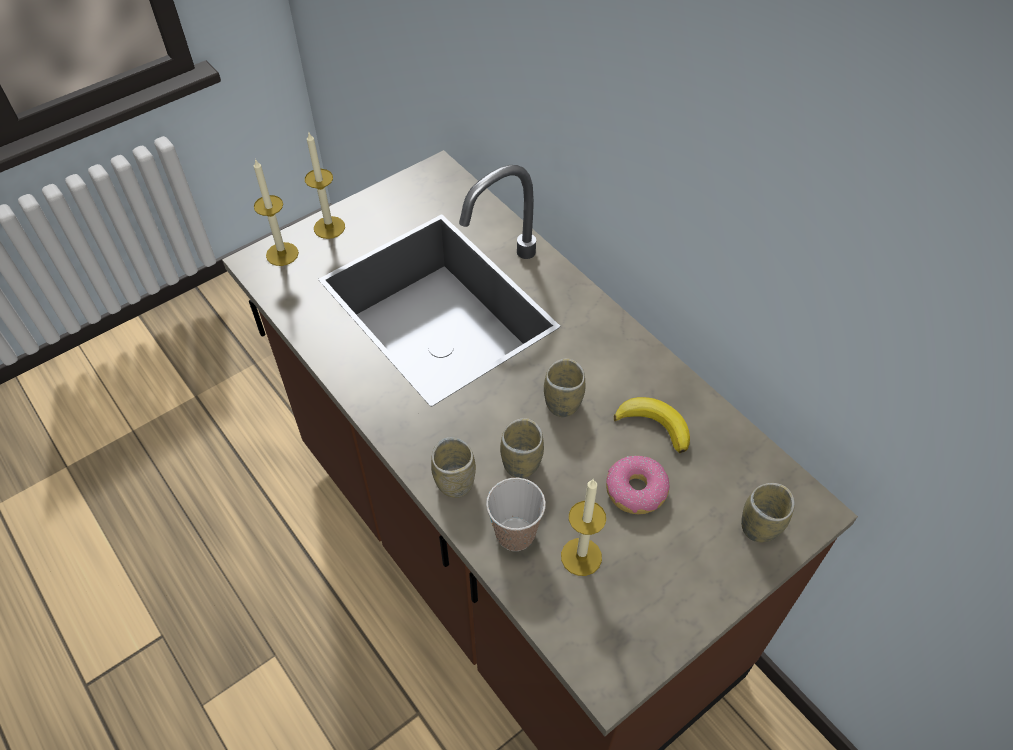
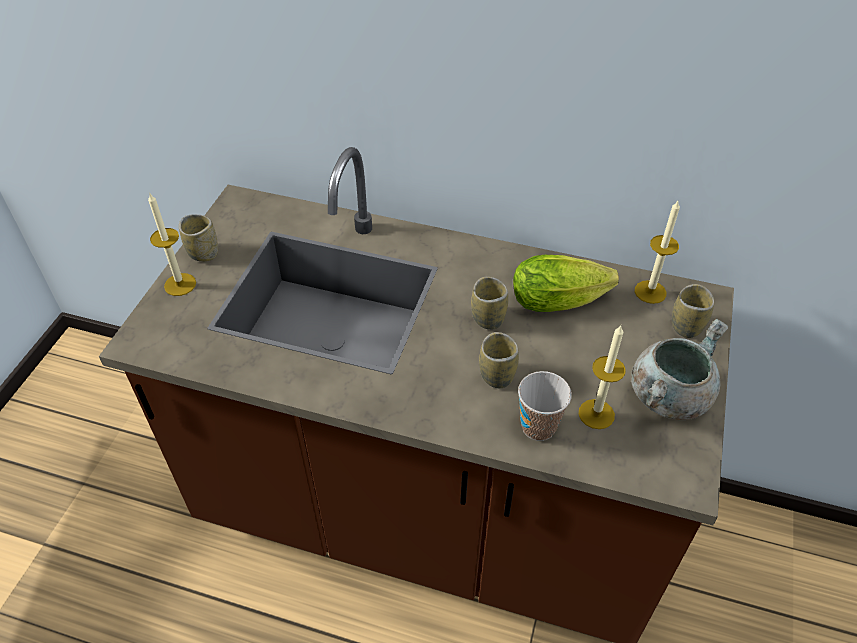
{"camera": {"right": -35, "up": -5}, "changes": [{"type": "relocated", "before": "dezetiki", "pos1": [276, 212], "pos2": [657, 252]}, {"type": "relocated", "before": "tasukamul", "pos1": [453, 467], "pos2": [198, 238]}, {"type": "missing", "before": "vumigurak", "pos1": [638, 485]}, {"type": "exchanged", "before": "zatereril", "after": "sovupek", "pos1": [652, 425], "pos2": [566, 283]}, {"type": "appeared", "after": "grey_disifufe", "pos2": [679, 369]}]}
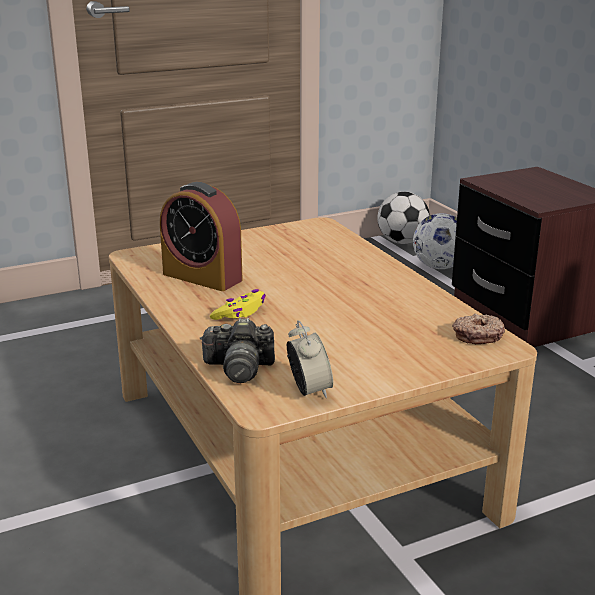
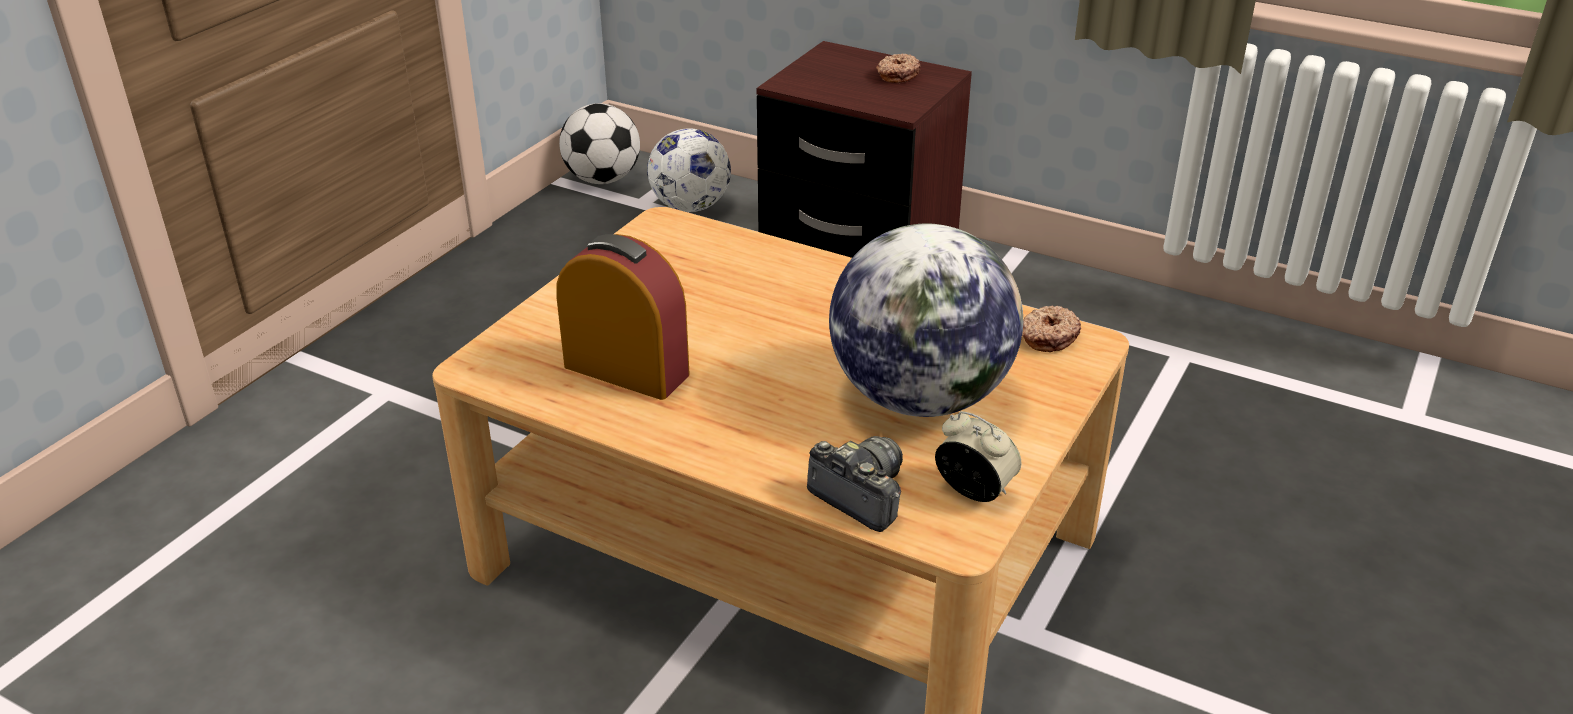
{"camera": {"right": -35, "up": 10}, "changes": [{"type": "spun", "before": "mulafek", "pos1": [201, 236], "pos2": [623, 317], "turn": -150}, {"type": "spun", "before": "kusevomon", "pos1": [237, 350], "pos2": [855, 484], "turn": -105}, {"type": "missing", "before": "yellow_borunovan", "pos1": [238, 304]}, {"type": "appeared", "after": "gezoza", "pos2": [926, 320]}, {"type": "appeared", "after": "vumigurak", "pos2": [898, 68]}]}
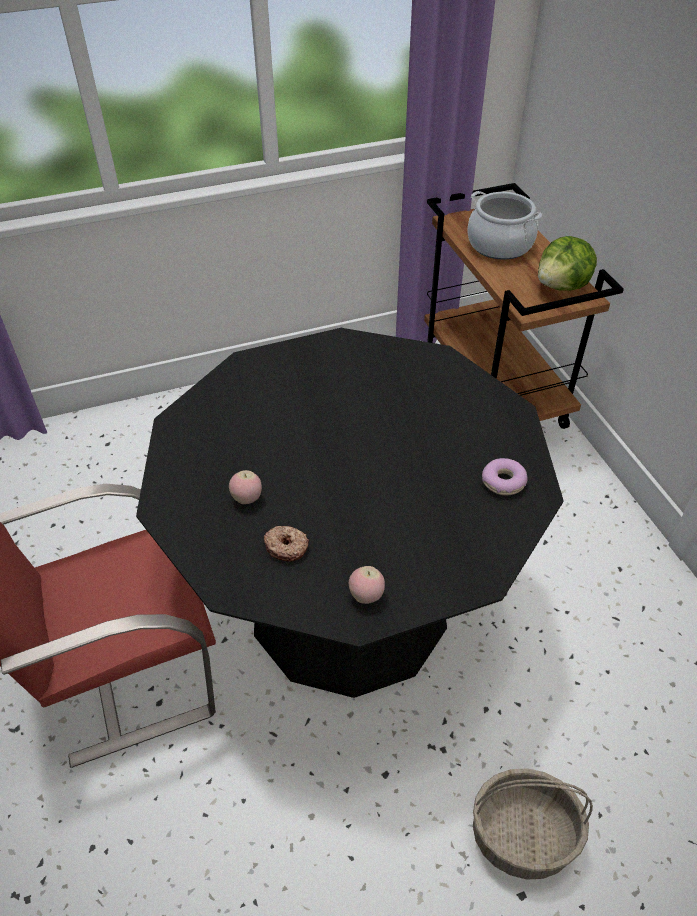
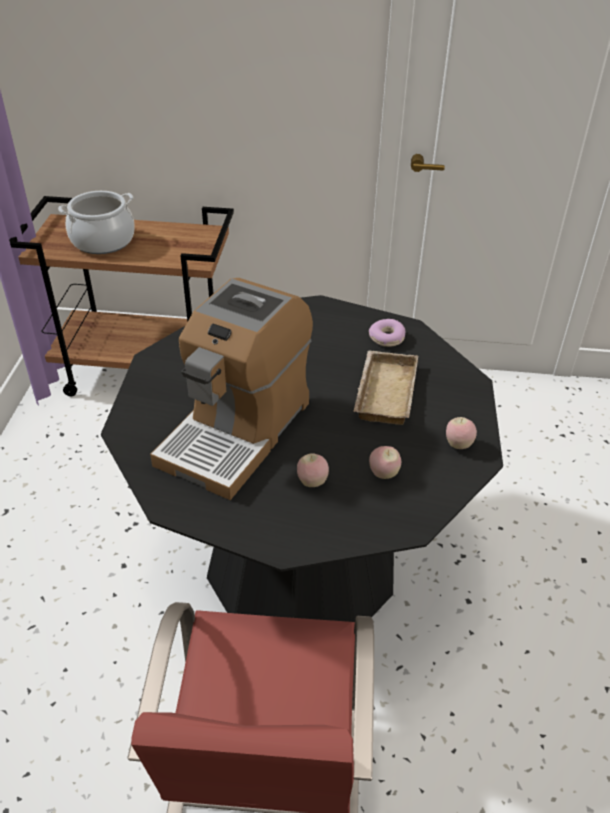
{"camera": {"right": -65, "up": -5}, "changes": [{"type": "exchanged", "before": "vumigurak", "after": "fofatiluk", "pos1": [286, 544], "pos2": [385, 462]}, {"type": "missing", "before": "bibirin", "pos1": [533, 823]}, {"type": "missing", "before": "sovupek", "pos1": [567, 263]}, {"type": "appeared", "after": "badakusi", "pos2": [231, 389]}, {"type": "appeared", "after": "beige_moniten", "pos2": [385, 387]}]}
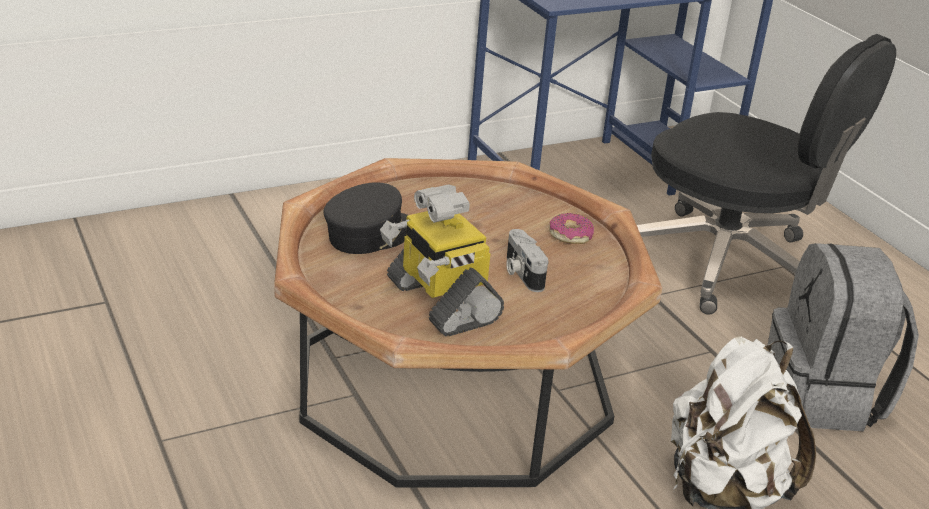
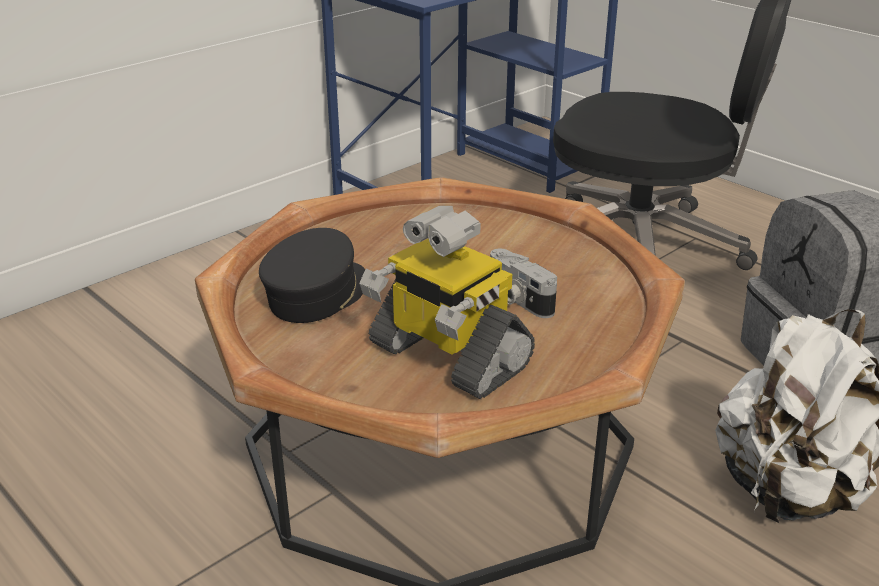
{"camera": {"right": -15, "up": 0}, "changes": [{"type": "missing", "before": "vumigurak", "pos1": [571, 228]}]}
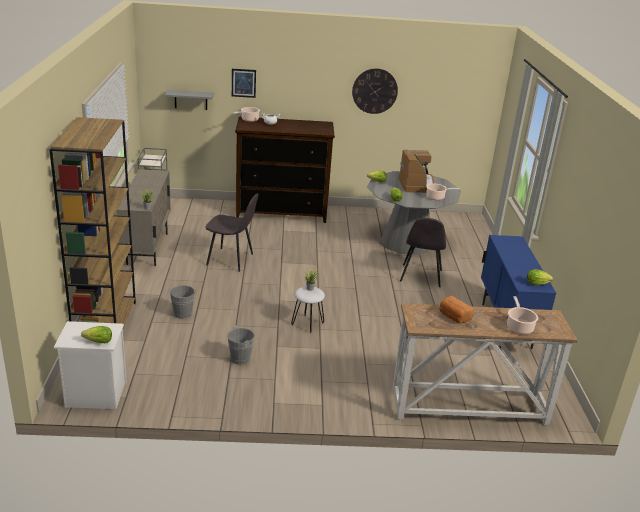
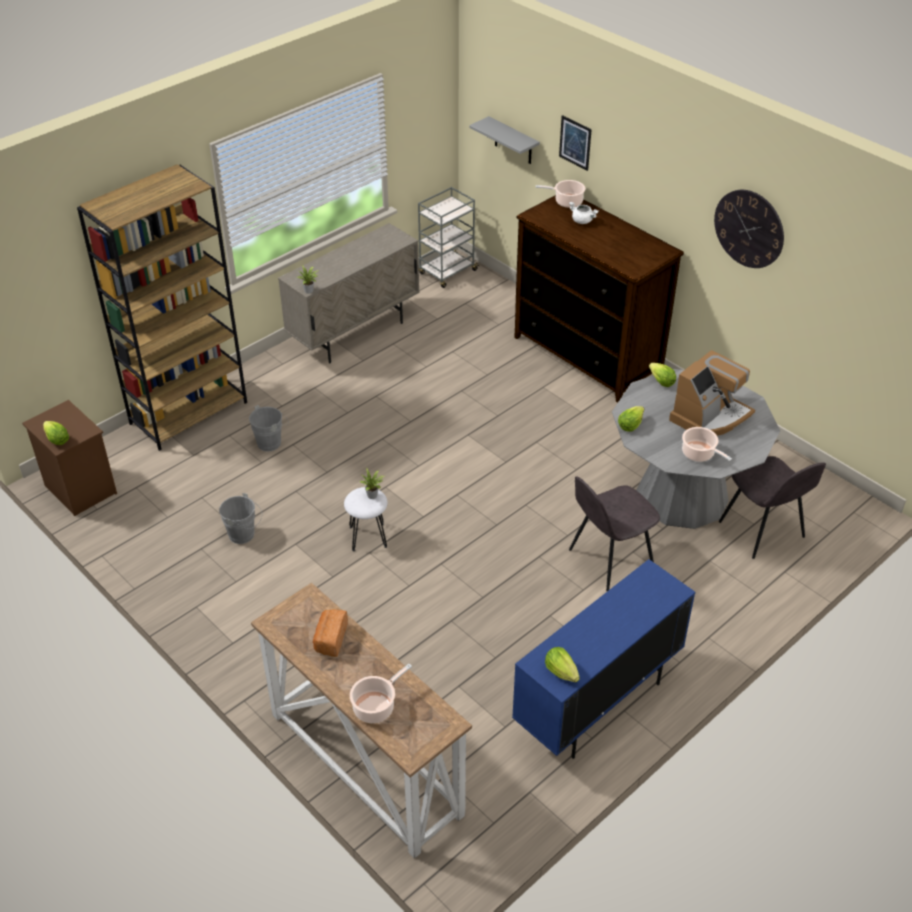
{"camera": {"right": 50, "up": 15}, "changes": [{"type": "colour", "before": "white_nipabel", "after": "brown_nipabel", "pos1": [90, 365], "pos2": [69, 458]}, {"type": "relocated", "before": "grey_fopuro", "pos1": [232, 232], "pos2": [772, 507]}]}
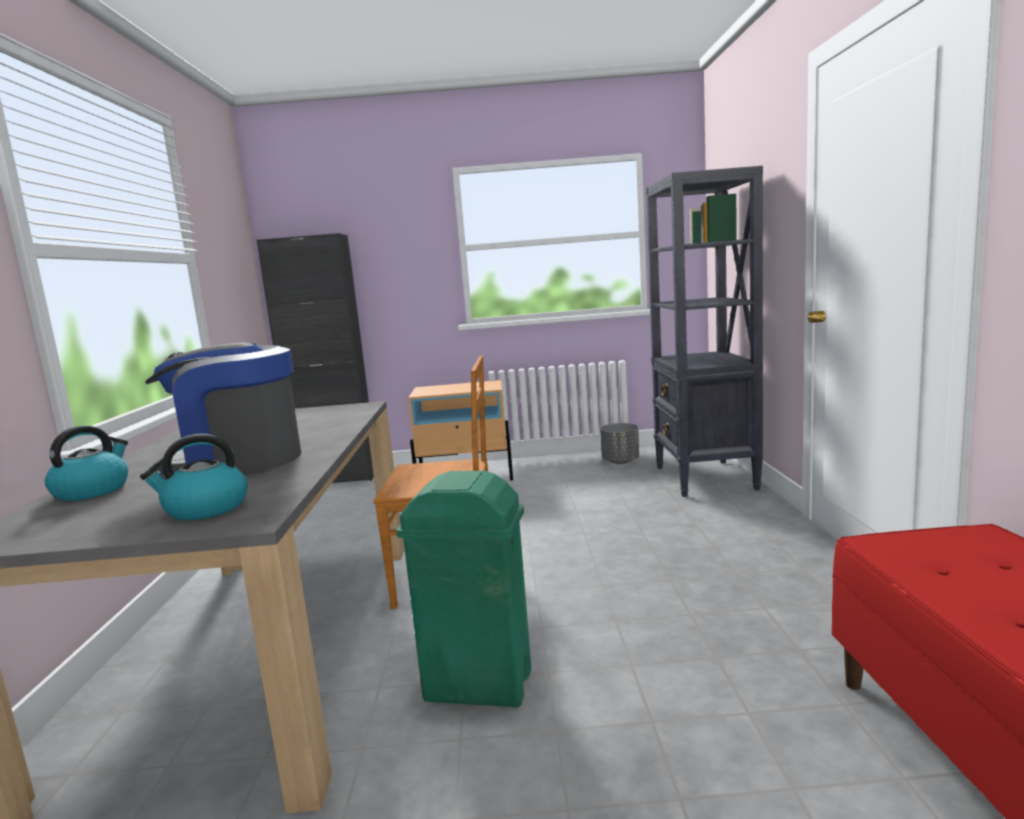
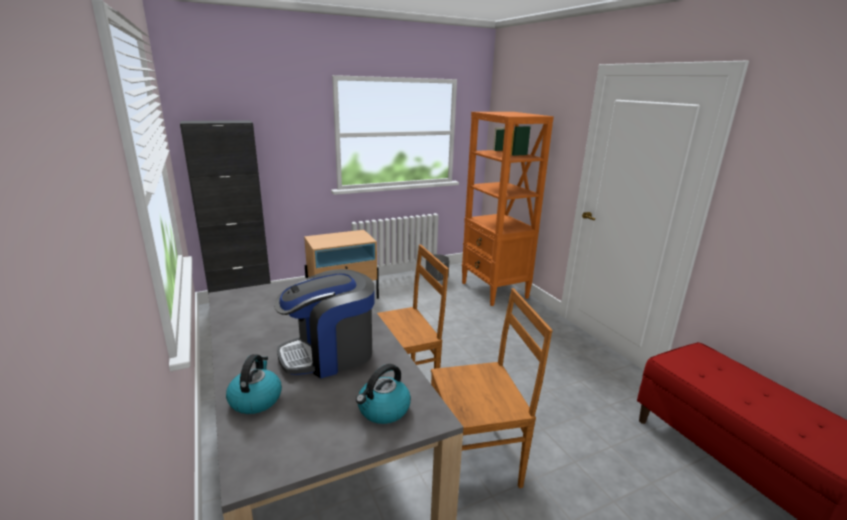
{"camera": {"right": -25, "up": 10}, "changes": [{"type": "exchanged", "before": "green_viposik", "after": "brown_fopuro", "pos1": [463, 589], "pos2": [492, 388]}, {"type": "colour", "before": "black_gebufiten", "after": "orange_gebufiten", "pos1": [704, 331], "pos2": [508, 209]}]}
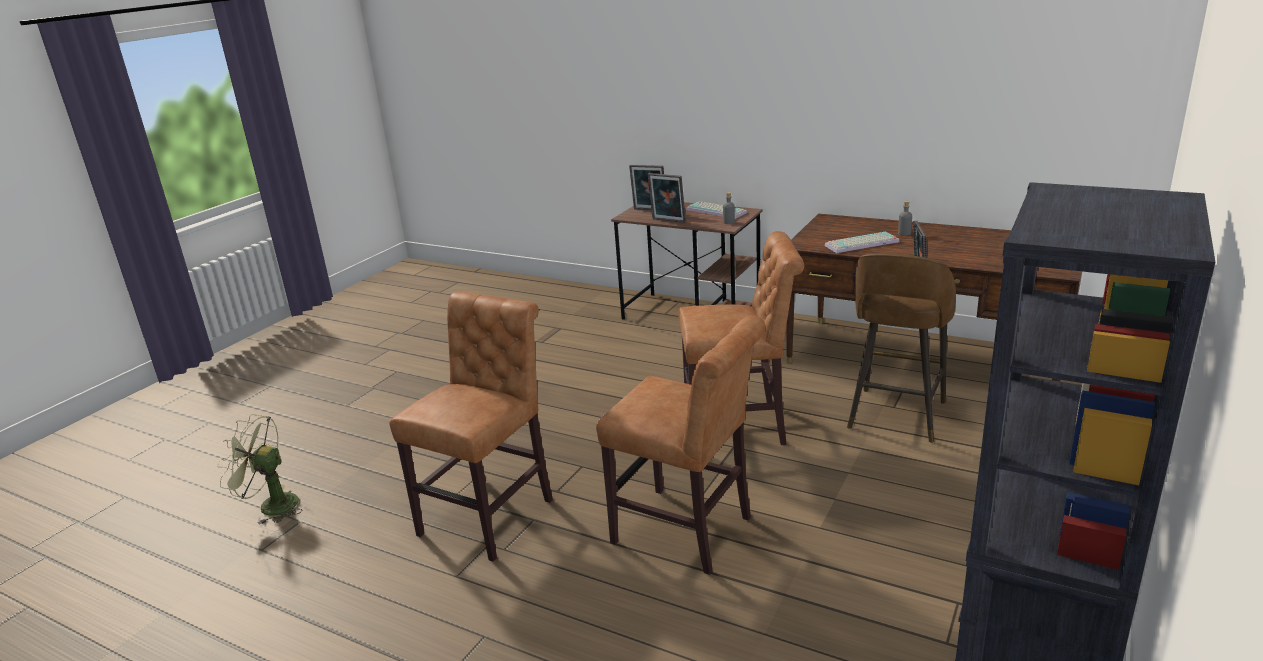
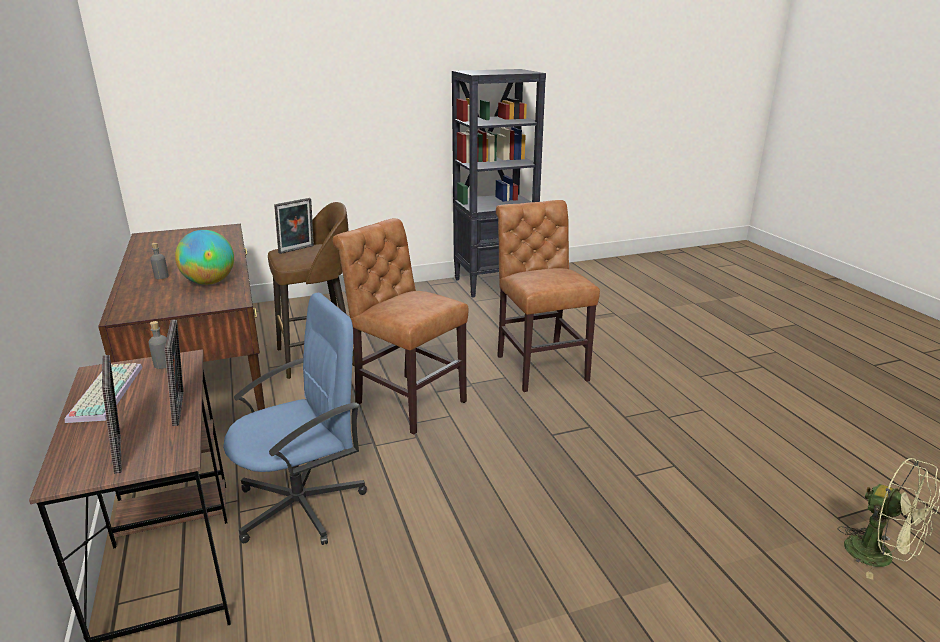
{"camera": {"right": -140, "up": 0}, "changes": [{"type": "missing", "before": "brown_fopuro", "pos1": [471, 426]}, {"type": "exchanged", "before": "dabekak", "after": "gezoza", "pos1": [862, 242], "pos2": [204, 257]}, {"type": "appeared", "after": "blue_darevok", "pos2": [295, 419]}]}
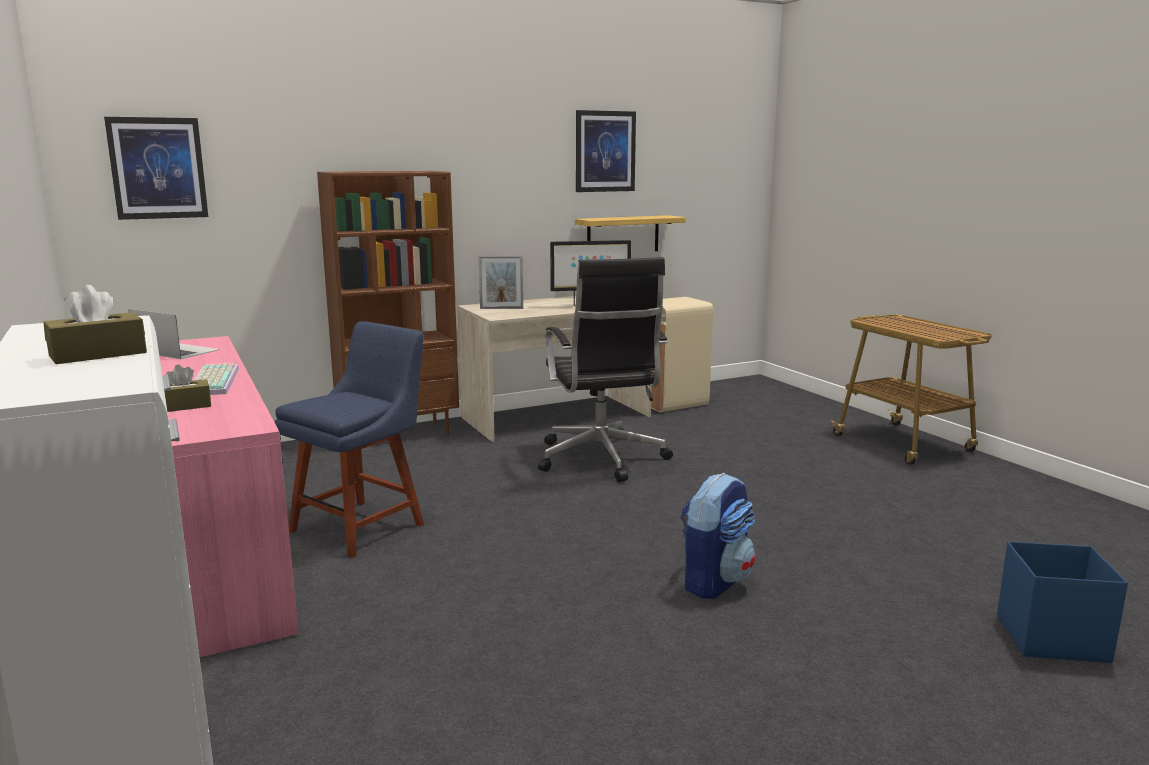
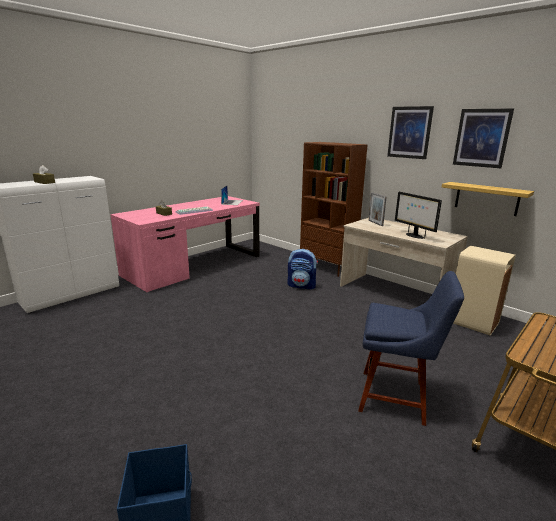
{"camera": {"right": 70, "up": 5}, "changes": [{"type": "relocated", "before": "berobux", "pos1": [156, 168], "pos2": [410, 132]}, {"type": "relocated", "before": "blue_fopuro", "pos1": [349, 439], "pos2": [411, 348]}, {"type": "missing", "before": "black_darevok", "pos1": [605, 369]}, {"type": "relocated", "before": "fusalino", "pos1": [717, 536], "pos2": [302, 269]}]}
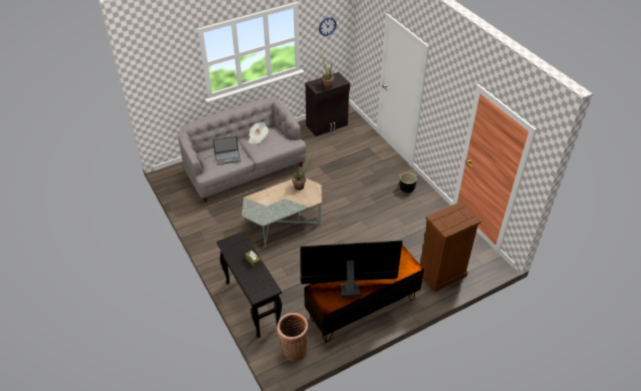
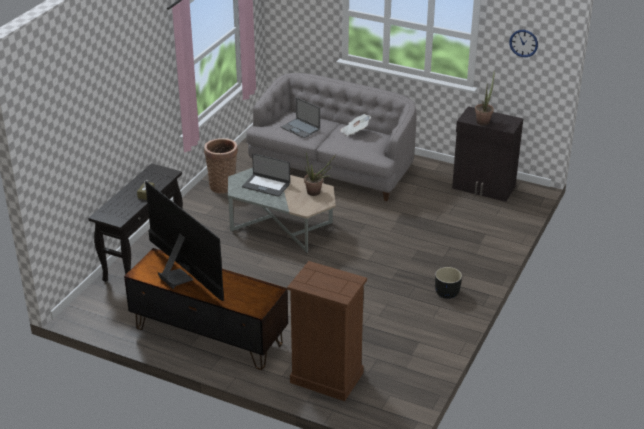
{"camera": {"right": 55, "up": -10}, "changes": [{"type": "relocated", "before": "bibirin", "pos1": [293, 337], "pos2": [221, 165]}, {"type": "appeared", "after": "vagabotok", "pos2": [266, 175]}]}
